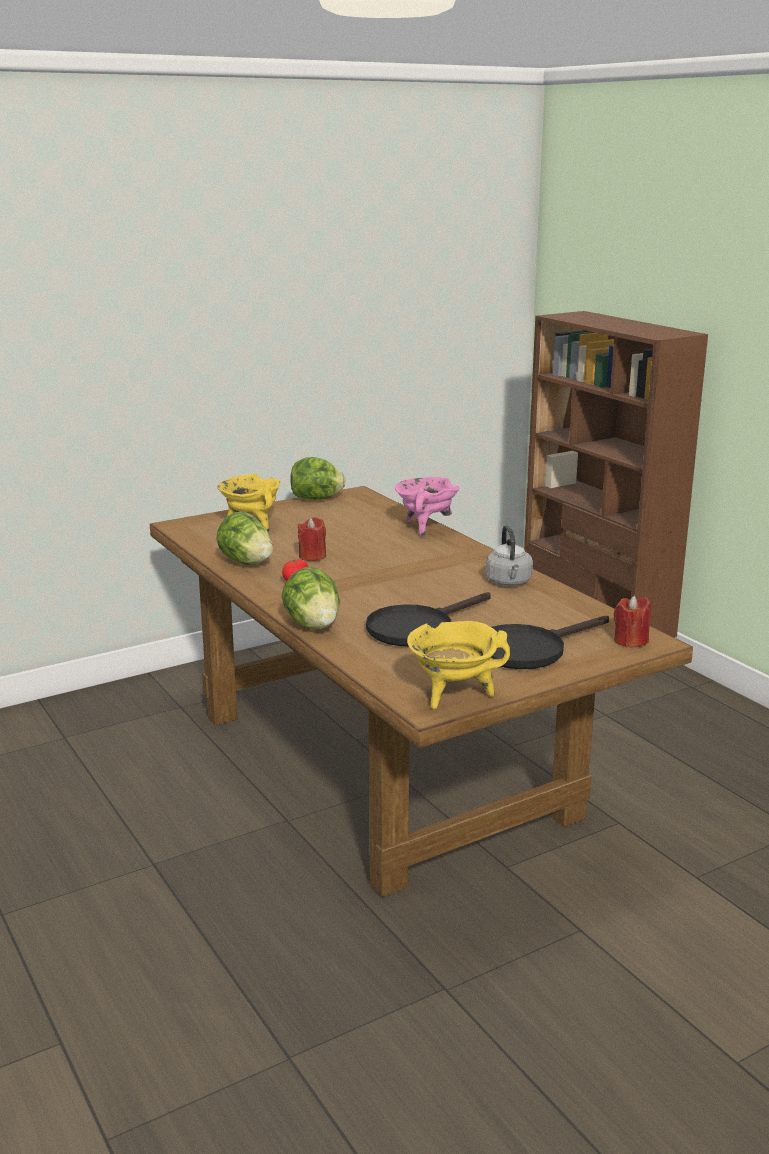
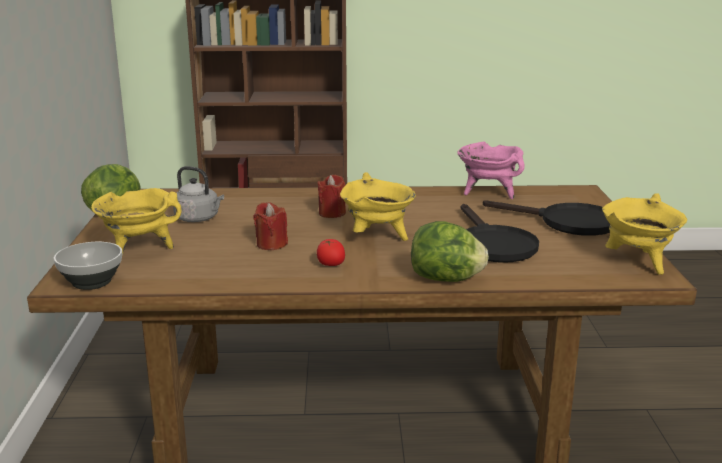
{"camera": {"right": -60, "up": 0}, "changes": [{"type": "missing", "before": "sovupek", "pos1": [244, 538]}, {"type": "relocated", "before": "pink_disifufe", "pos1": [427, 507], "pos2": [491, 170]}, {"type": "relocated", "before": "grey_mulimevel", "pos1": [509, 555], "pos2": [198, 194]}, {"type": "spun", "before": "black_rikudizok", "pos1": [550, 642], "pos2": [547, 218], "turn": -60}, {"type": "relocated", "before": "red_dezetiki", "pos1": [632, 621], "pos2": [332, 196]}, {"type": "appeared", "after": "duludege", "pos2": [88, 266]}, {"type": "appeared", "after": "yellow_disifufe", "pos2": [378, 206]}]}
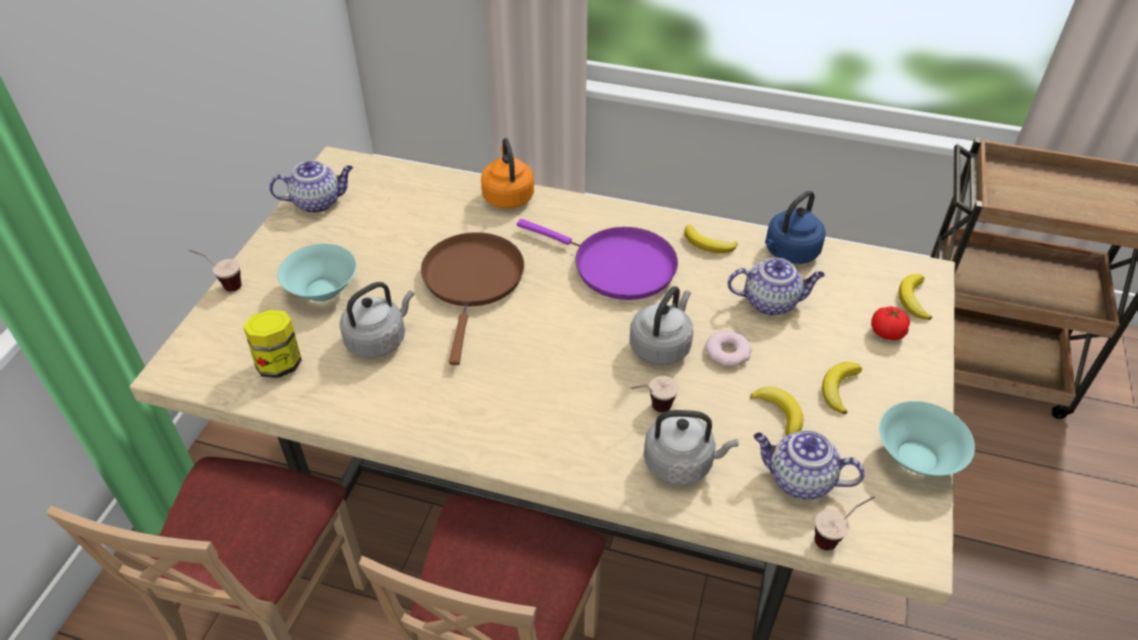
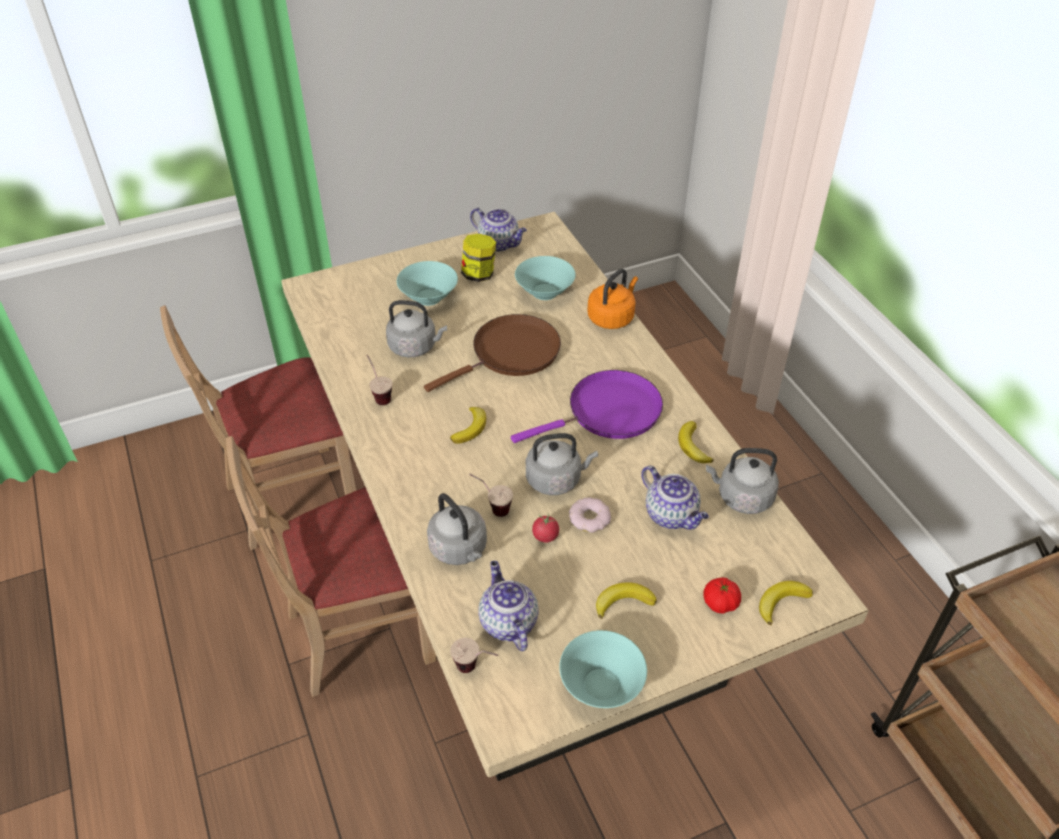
{"camera": {"right": 50, "up": 0}, "changes": [{"type": "relocated", "before": "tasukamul", "pos1": [215, 271], "pos2": [379, 380]}, {"type": "relocated", "before": "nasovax", "pos1": [272, 344], "pos2": [478, 257]}, {"type": "spun", "before": "purple_rikudizok", "pos1": [597, 259], "pos2": [587, 406], "turn": -105}, {"type": "relocated", "before": "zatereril", "pos1": [776, 411], "pos2": [468, 425]}, {"type": "colour", "before": "blue_mulimevel", "after": "grey_mulimevel", "pos1": [795, 227], "pos2": [742, 481]}, {"type": "appeared", "after": "turquoise_duludege", "pos2": [545, 278]}, {"type": "appeared", "after": "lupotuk", "pos2": [545, 528]}]}
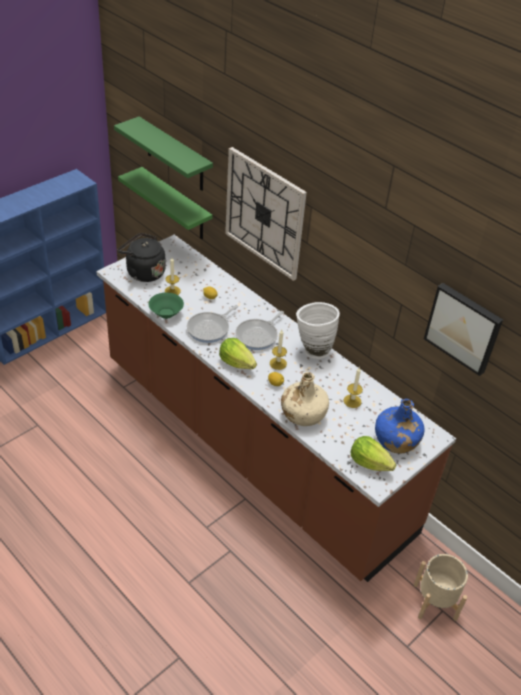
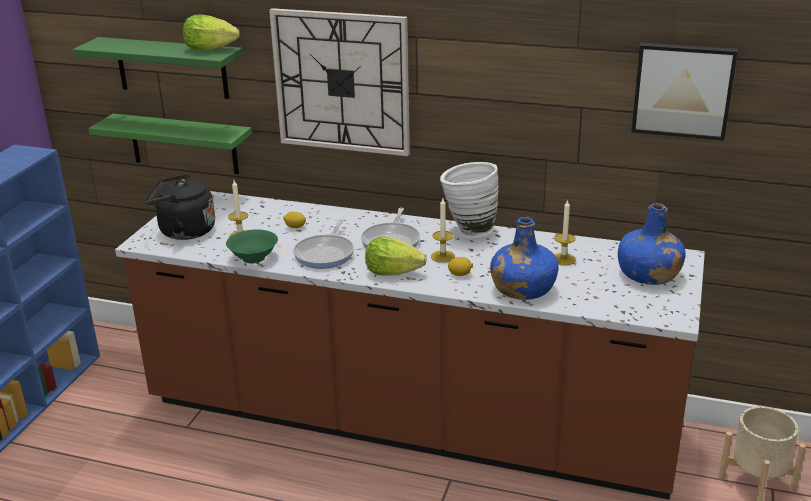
{"camera": {"right": -25, "up": -15}, "changes": [{"type": "colour", "before": "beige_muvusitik", "after": "blue_muvusitik", "pos1": [305, 399], "pos2": [524, 258]}, {"type": "relocated", "before": "sovupek", "pos1": [373, 453], "pos2": [211, 32]}]}
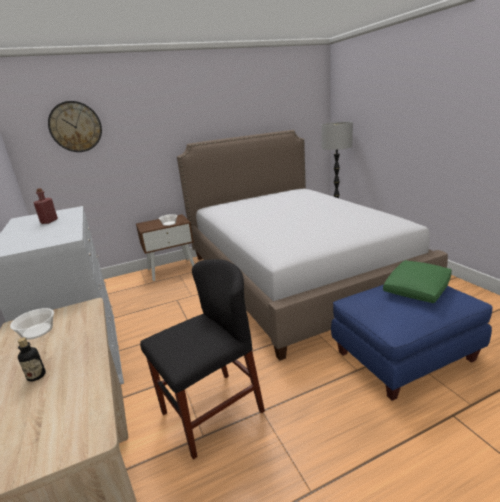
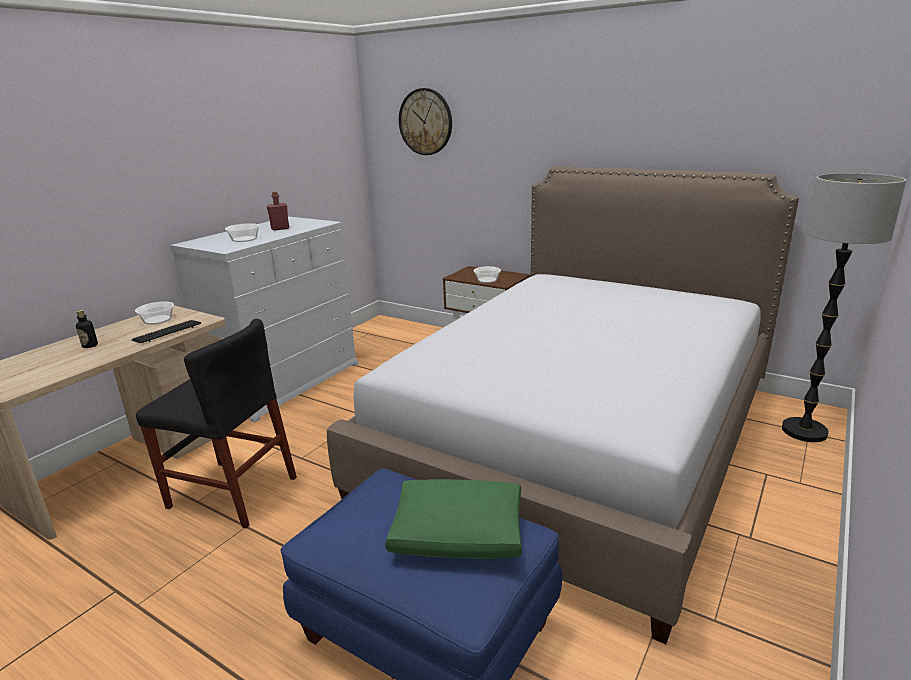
{"camera": {"right": 55, "up": 0}, "changes": [{"type": "appeared", "after": "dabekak", "pos2": [166, 331]}, {"type": "appeared", "after": "duludege", "pos2": [242, 232]}]}
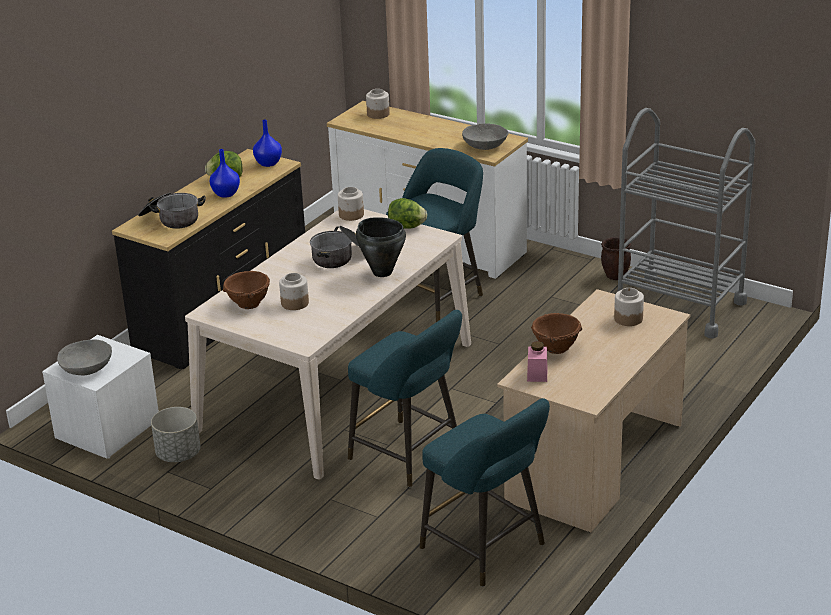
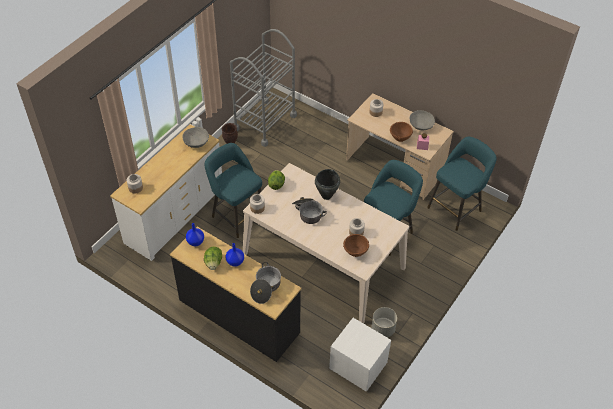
{"camera": {"right": -90, "up": 20}, "changes": [{"type": "relocated", "before": "grey_duludege", "pos1": [84, 358], "pos2": [422, 120]}]}
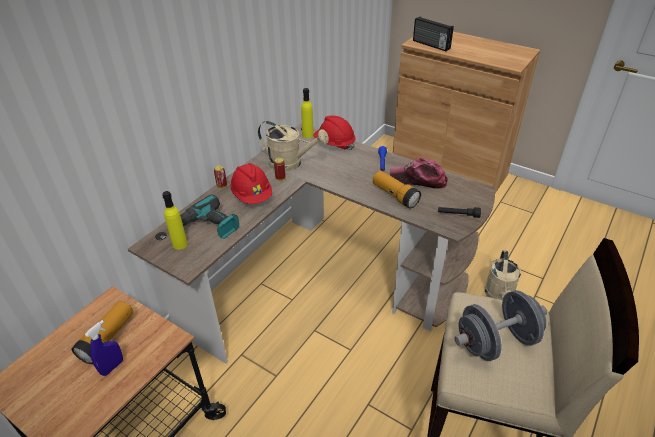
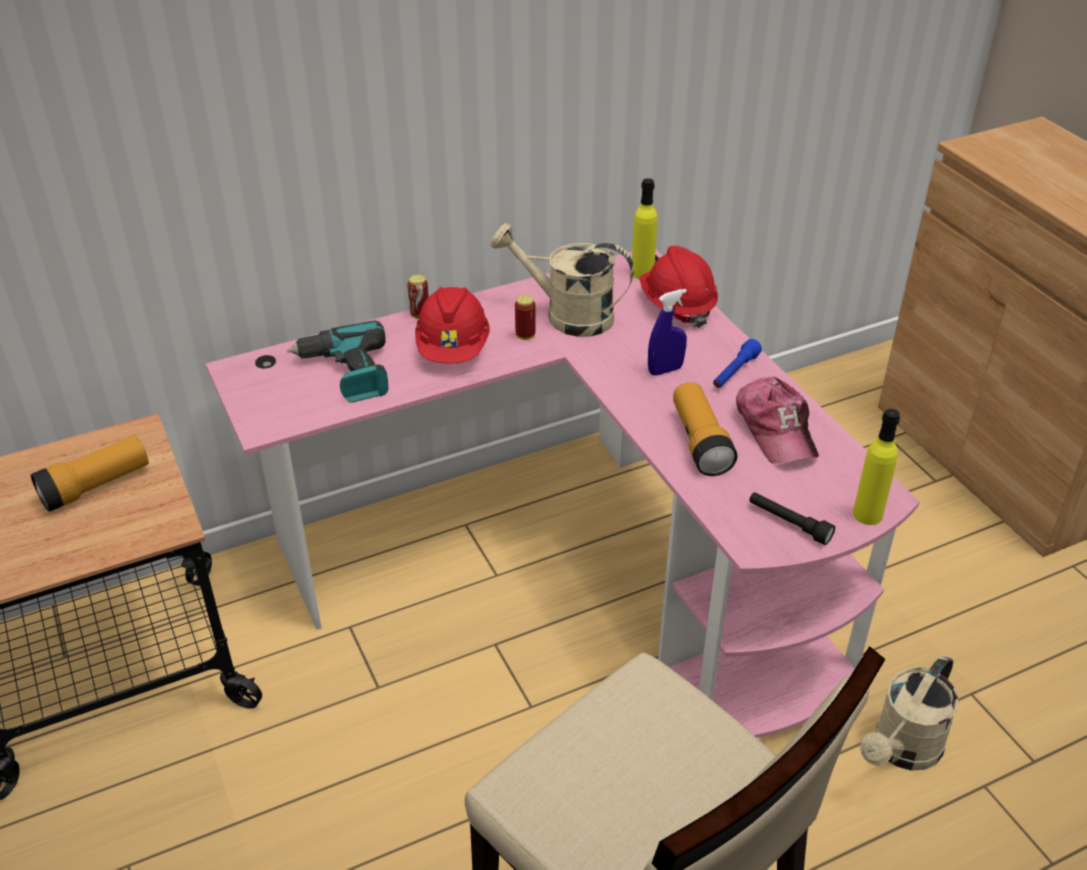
{"camera": {"right": 30, "up": 0}, "changes": [{"type": "relocated", "before": "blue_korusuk", "pos1": [104, 348], "pos2": [667, 332]}, {"type": "colour", "before": "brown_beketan", "after": "pink_beketan", "pos1": [311, 243], "pos2": [562, 494]}, {"type": "relocated", "before": "yellow_muvusitik", "pos1": [175, 220], "pos2": [876, 467]}, {"type": "spun", "before": "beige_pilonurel", "pos1": [293, 146], "pos2": [562, 280], "turn": 150}, {"type": "spun", "before": "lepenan", "pos1": [419, 173], "pos2": [777, 420], "turn": -150}, {"type": "missing", "before": "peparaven", "pos1": [433, 34]}, {"type": "missing", "before": "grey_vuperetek", "pos1": [501, 325]}]}
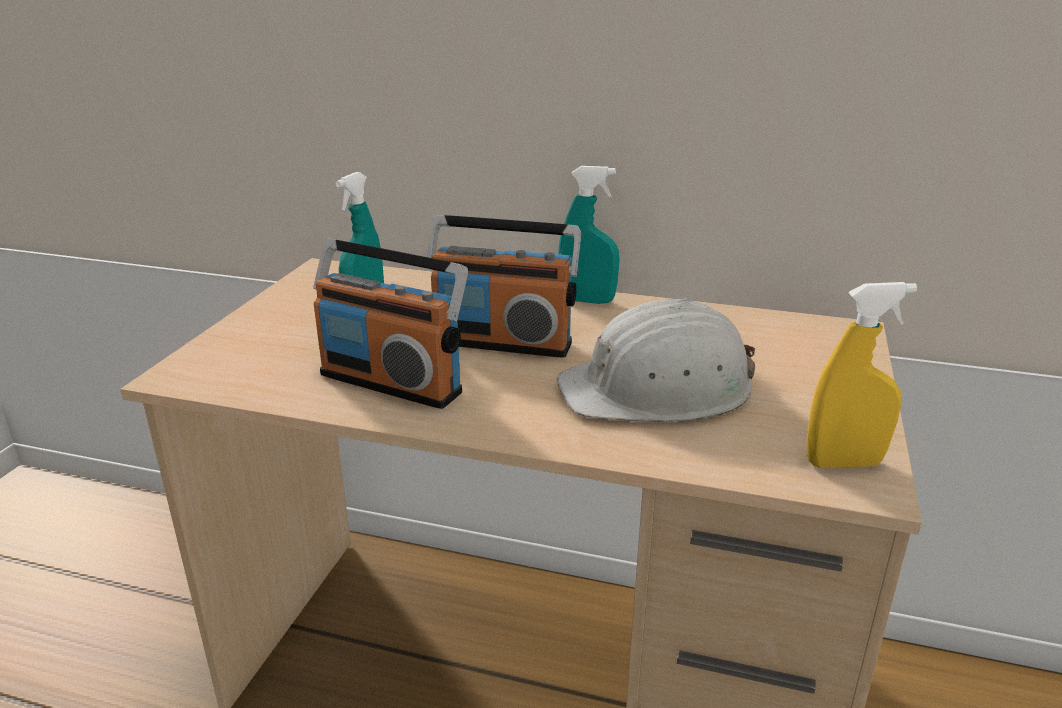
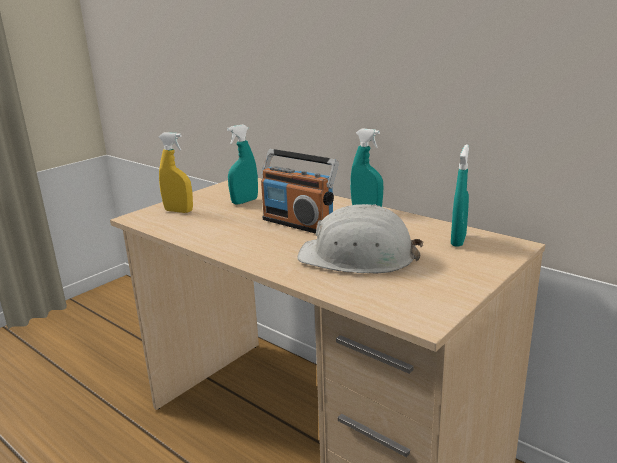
{"camera": {"right": 25, "up": -5}, "changes": [{"type": "missing", "before": "peparaven", "pos1": [390, 323]}, {"type": "relocated", "before": "yellow_korusuk", "pos1": [862, 375], "pos2": [176, 172]}, {"type": "appeared", "after": "turquoise_korusuk", "pos2": [460, 195]}]}
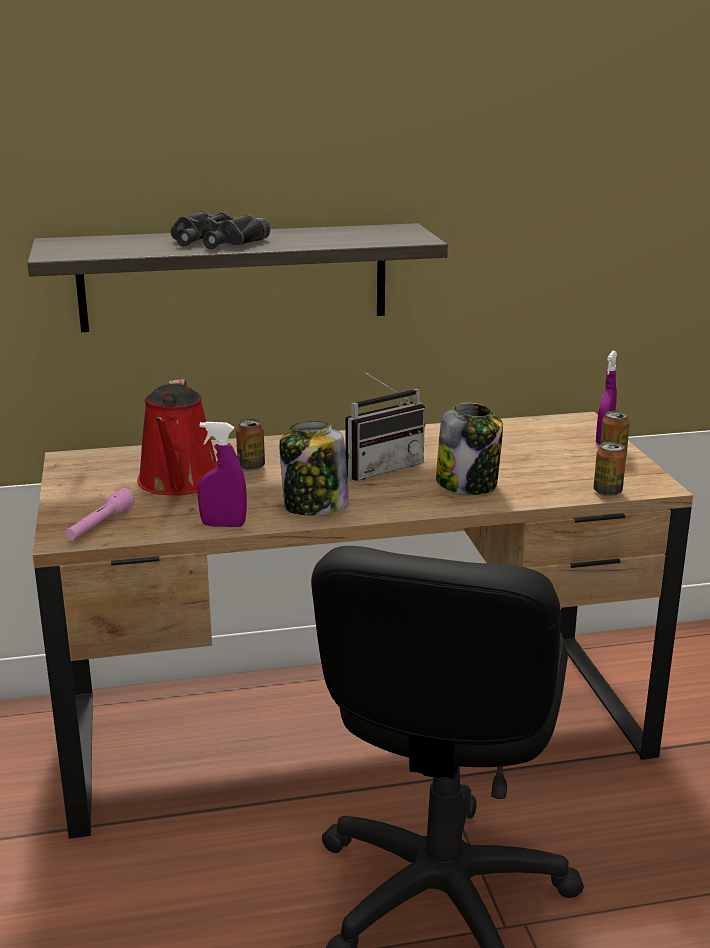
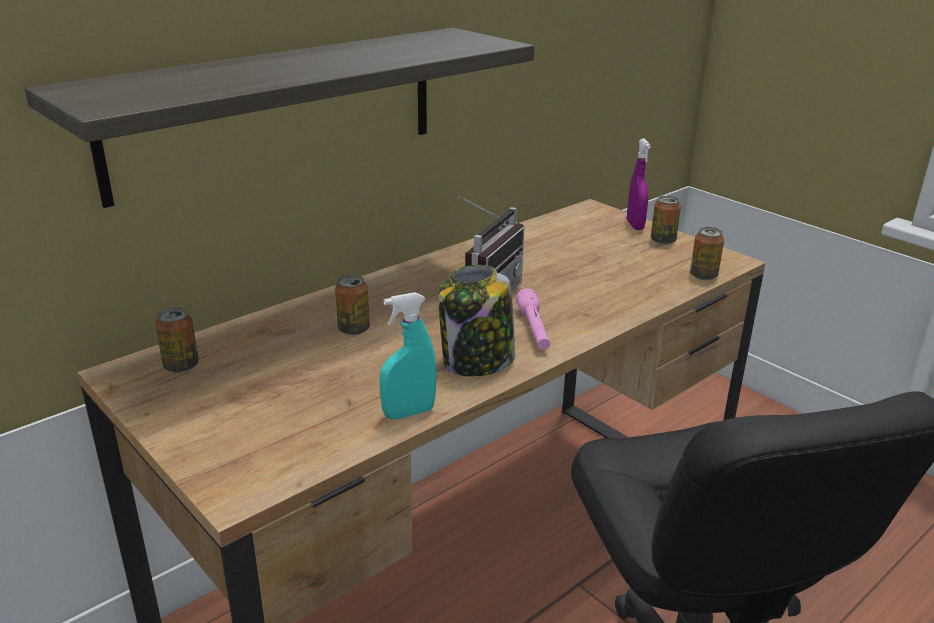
{"camera": {"right": -30, "up": 5}, "changes": [{"type": "relocated", "before": "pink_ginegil", "pos1": [99, 514], "pos2": [533, 319]}, {"type": "missing", "before": "red_pilonurel", "pos1": [177, 437]}, {"type": "missing", "before": "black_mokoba", "pos1": [220, 229]}, {"type": "colour", "before": "purple_korusuk", "after": "turquoise_korusuk", "pos1": [222, 474], "pos2": [408, 355]}, {"type": "missing", "before": "nasovax", "pos1": [469, 449]}, {"type": "appeared", "after": "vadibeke", "pos2": [177, 340]}]}
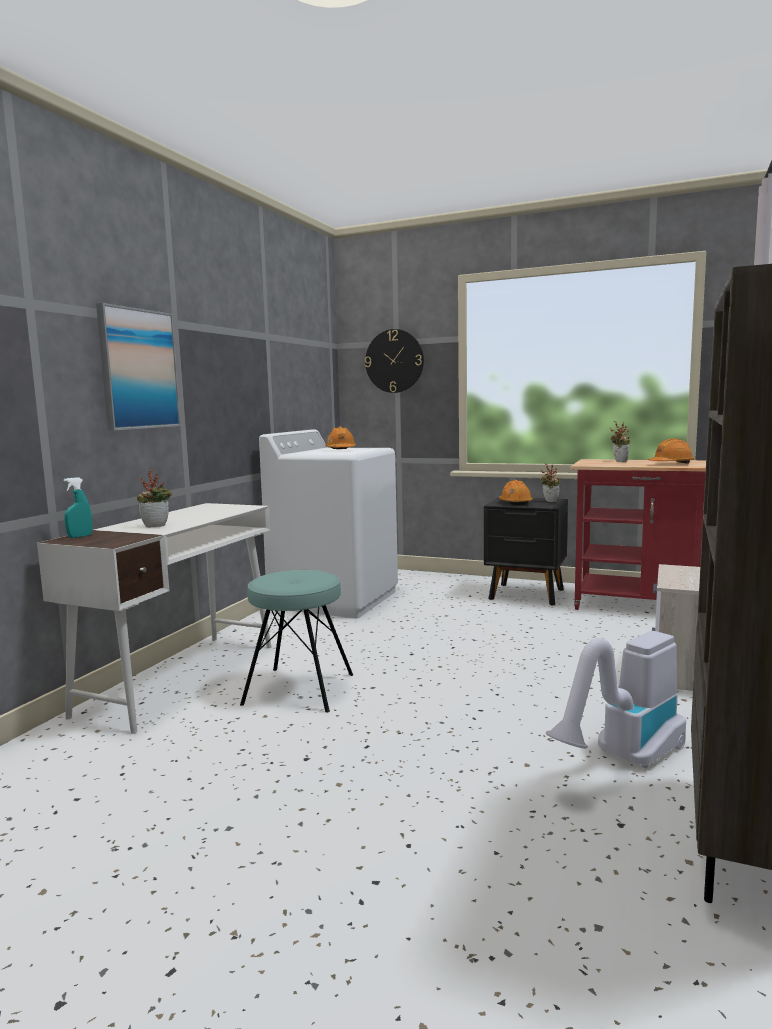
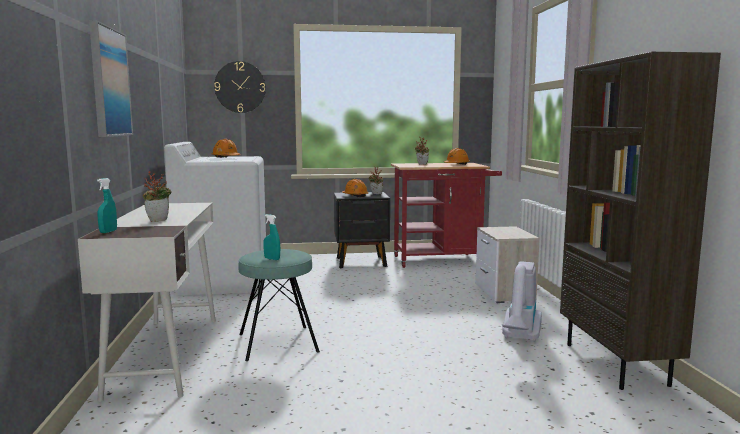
{"camera": {"right": -30, "up": 0}, "changes": [{"type": "appeared", "after": "turquoise_korusuk", "pos2": [271, 237]}]}
